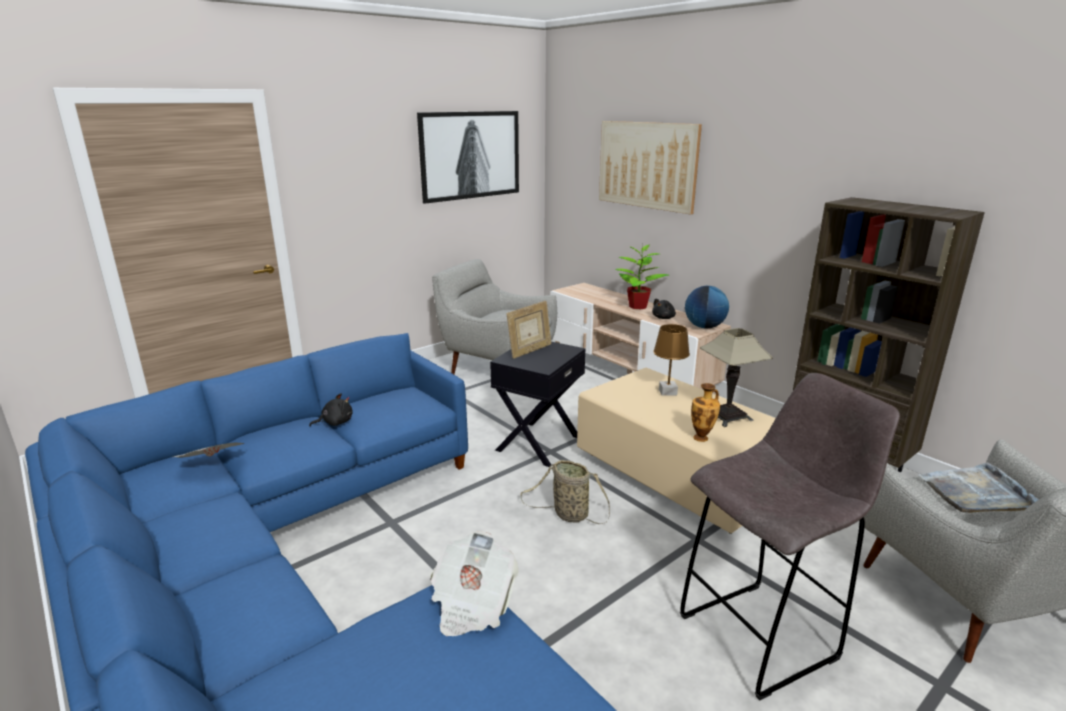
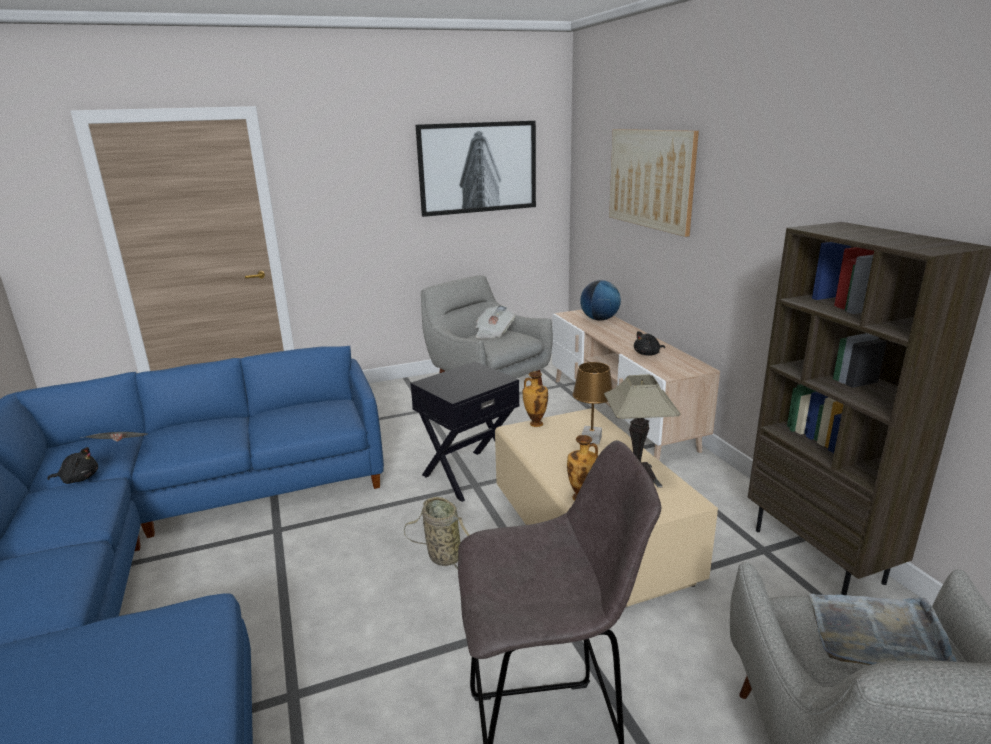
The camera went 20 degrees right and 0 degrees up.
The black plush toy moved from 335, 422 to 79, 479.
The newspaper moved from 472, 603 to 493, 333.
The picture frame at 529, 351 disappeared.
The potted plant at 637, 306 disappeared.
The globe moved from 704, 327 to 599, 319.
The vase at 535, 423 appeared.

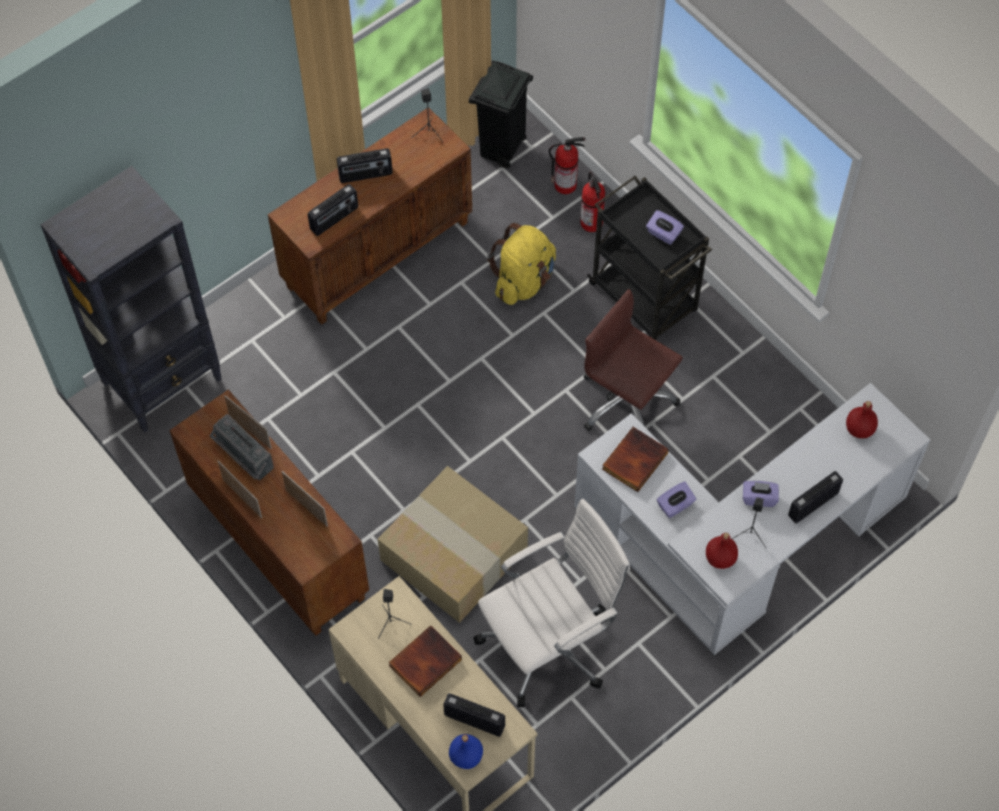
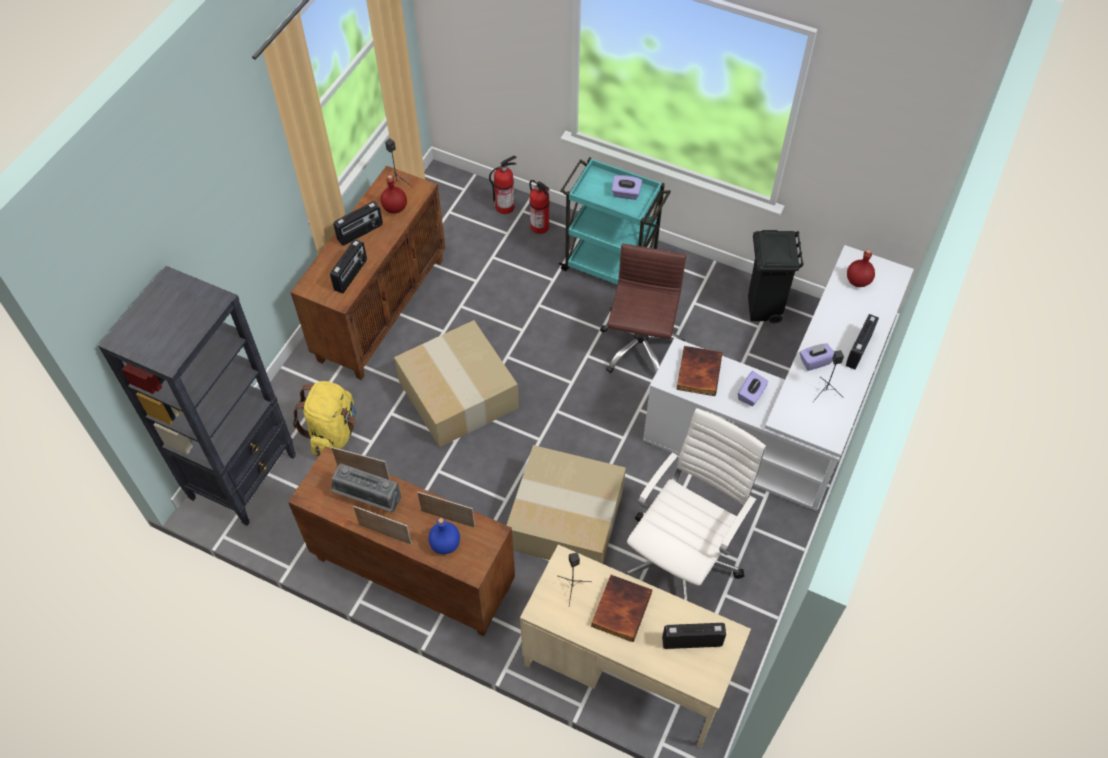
The camera went 25 degrees left and 5 degrees down.
The blue bottle moved from 465, 757 to 445, 544.
The black trash can moved from 501, 150 to 763, 309.
The yellow backpack moved from 524, 280 to 333, 432.
The brown office chair at 626, 403 turned 90 degrees clockwise.
The black cart at 644, 299 became the turquoise cart at 610, 266.
The red bottle moved from 721, 558 to 395, 208.
The cardboard box at 456, 394 appeared.

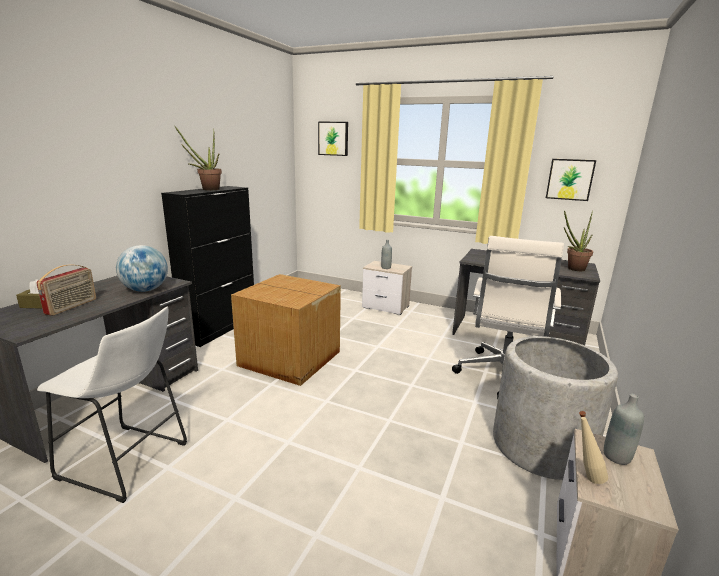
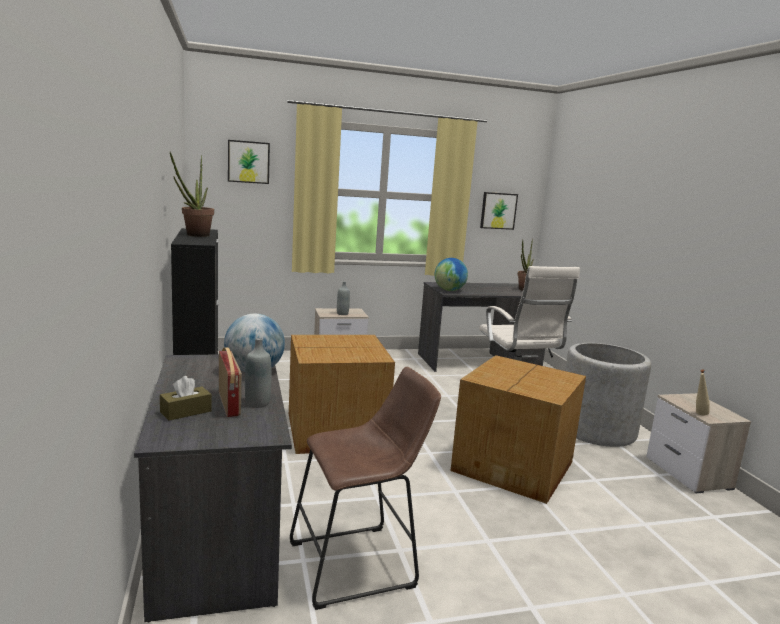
The camera went 40 degrees left and 5 degrees down.
The white stool at 128, 462 became the brown stool at 359, 564.
The grey bottle moved from 616, 456 to 257, 403.
The globe at 449, 290 appeared.
The cardboard box at 515, 466 appeared.

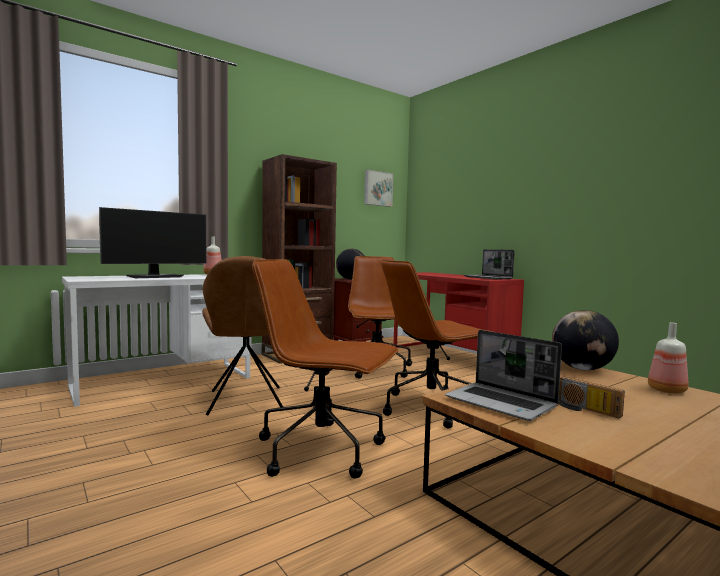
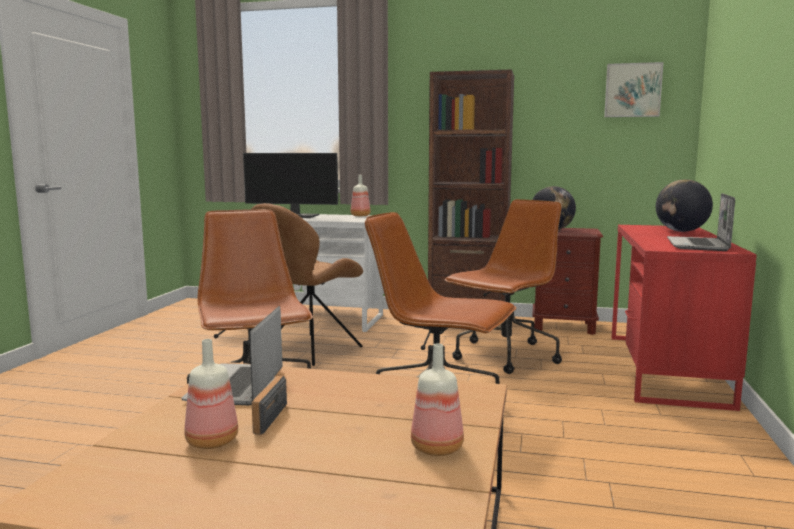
The camera went 50 degrees right and 5 degrees up.
The globe moved from 582, 369 to 681, 231.
The bottle at 213, 442 appeared.

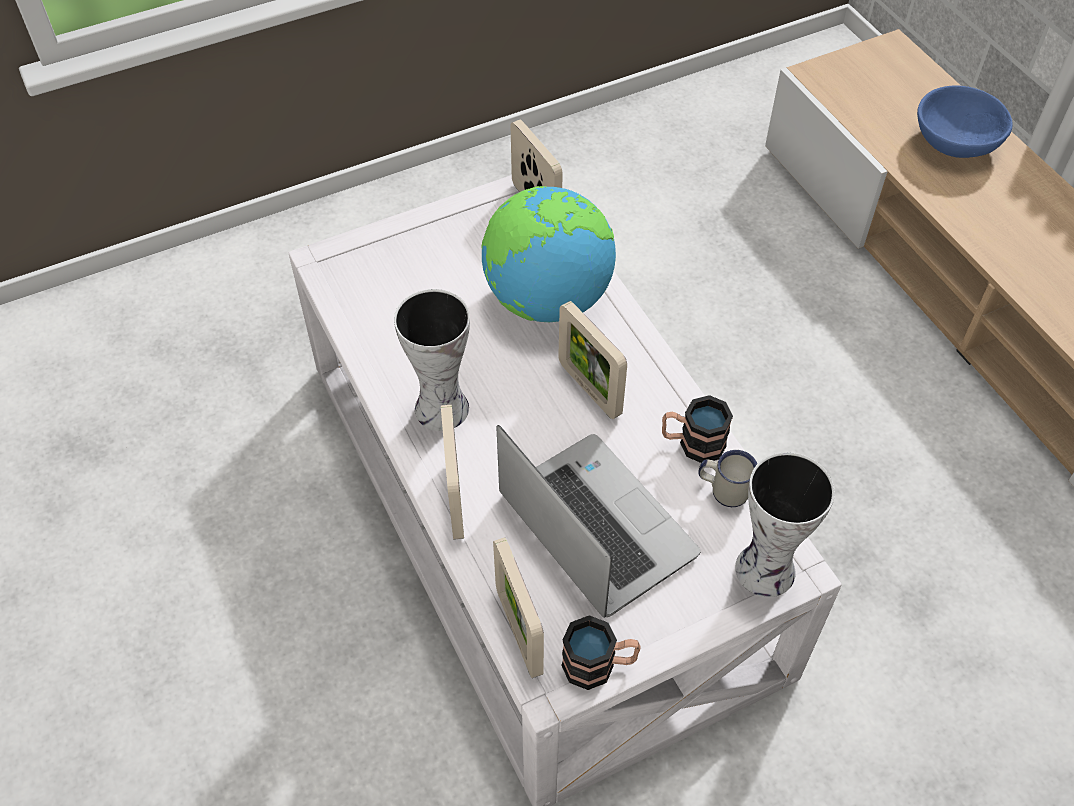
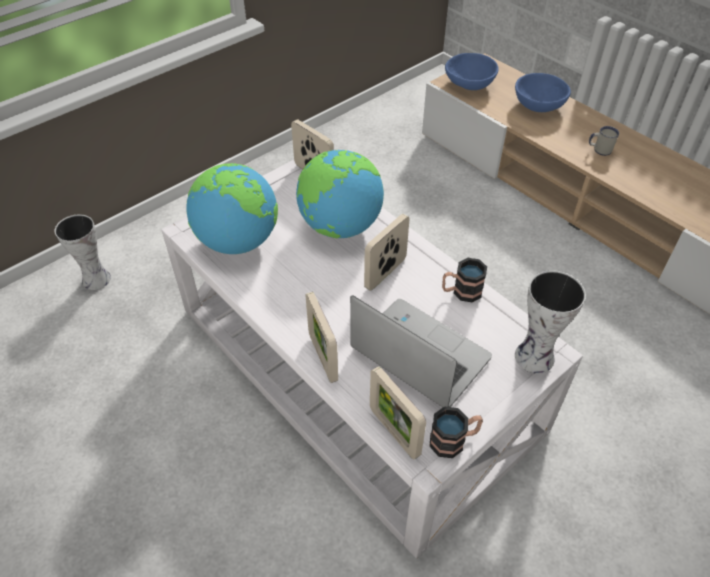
The camera went 15 degrees left and 5 degrees down.
The vase moved from 439, 407 to 95, 279.
The picture frame at 589, 389 turned 90 degrees clockwise.
The white mug moved from 723, 490 to 599, 150.
The globe at 238, 241 appeared.
The blue bowl at 468, 84 appeared.

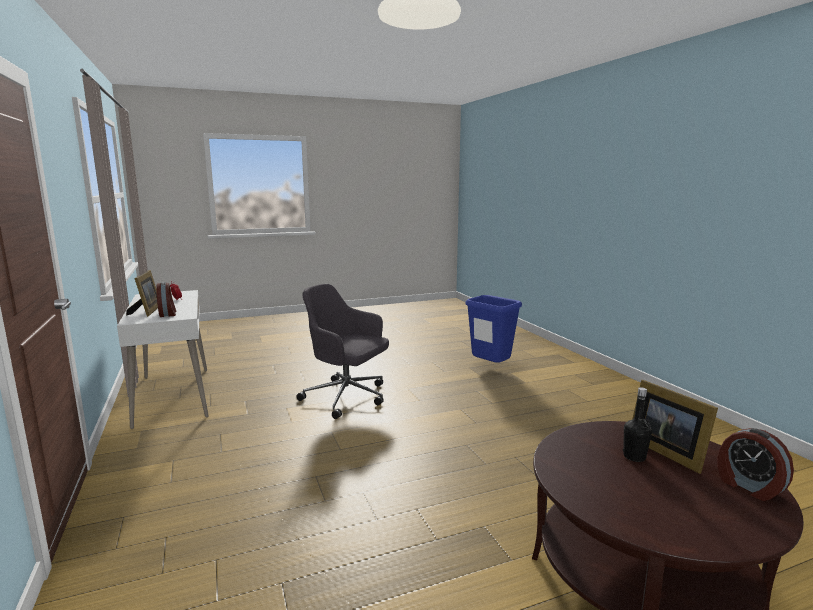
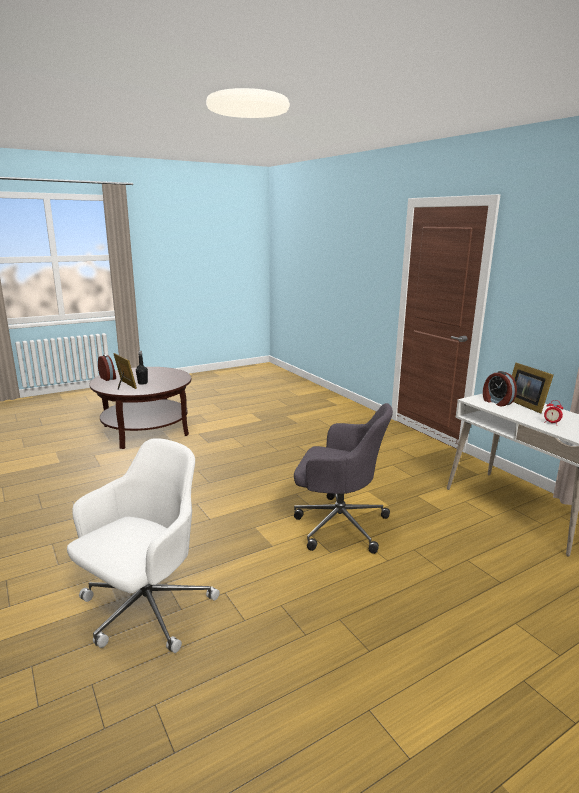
The camera went 170 degrees right and 5 degrees up.
The blue trash can at 490, 368 was replaced by the white office chair at 145, 610.

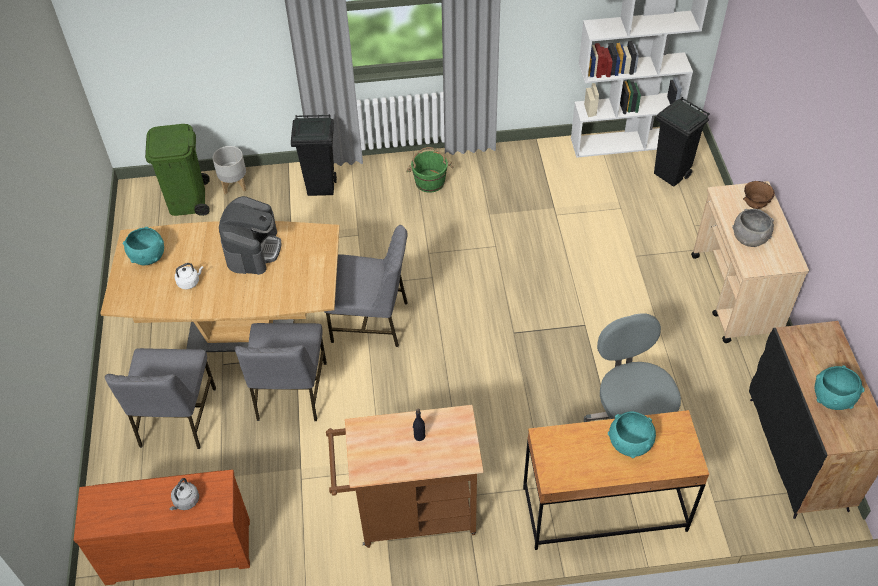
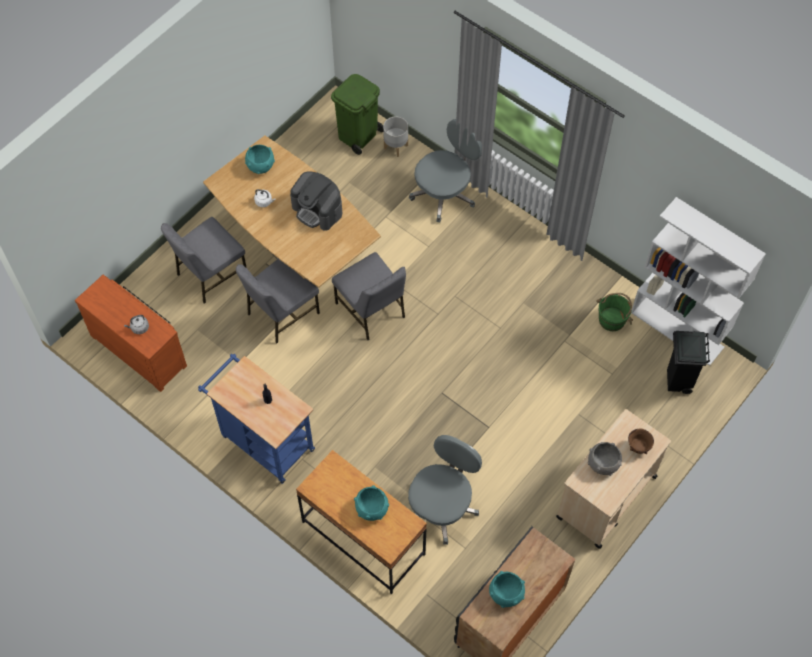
The camera went 45 degrees right and 10 degrees up.
The coffee machine at 253, 249 turned 75 degrees clockwise.
The black trash can at 321, 187 was replaced by the grey office chair at 444, 193.
The brown cart at 409, 514 became the blue cart at 263, 440.
The green bucket moved from 430, 181 to 612, 319.

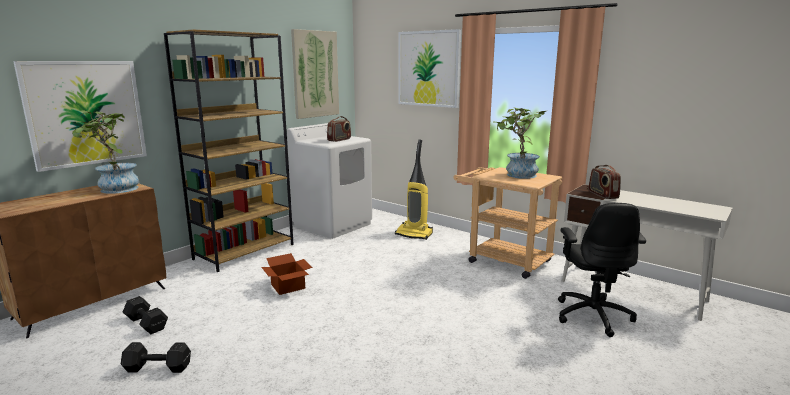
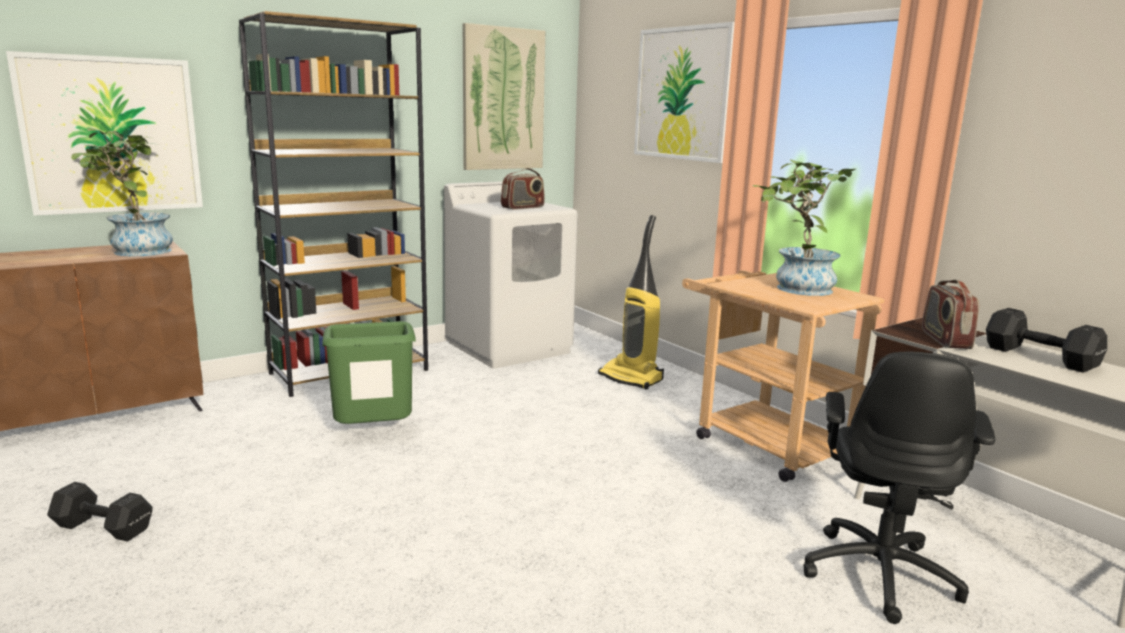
The camera went 15 degrees right and 0 degrees up.
The black dumbbell moved from 146, 323 to 1038, 357.
The cardboard box at 287, 287 was replaced by the green trash can at 373, 434.

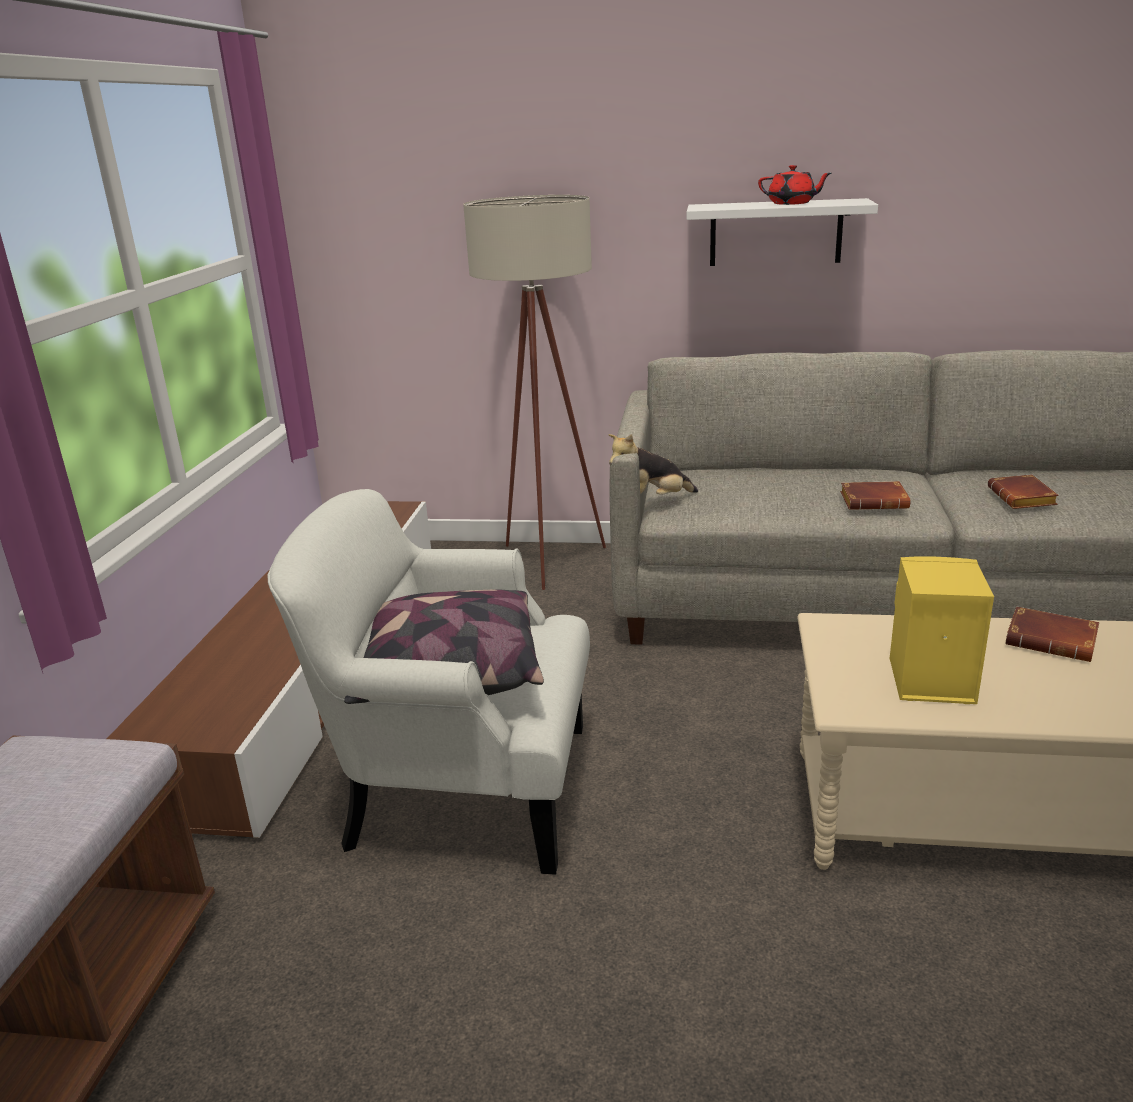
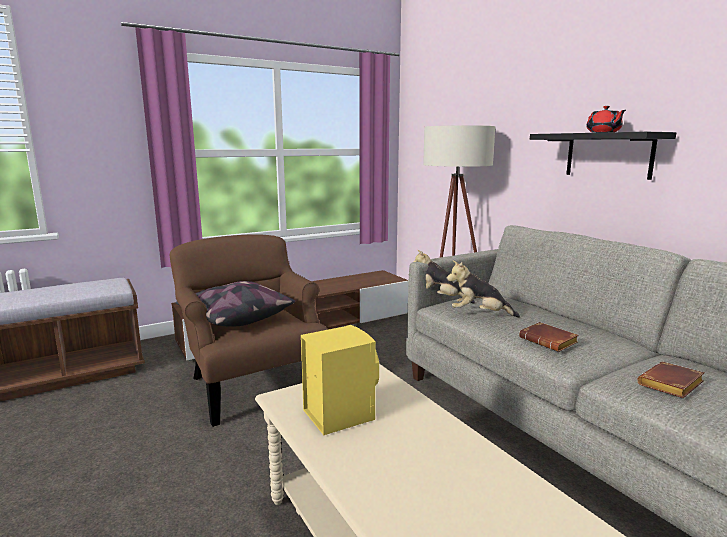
The camera went 50 degrees right and 10 degrees down.
The white armchair at 461, 788 became the brown armchair at 253, 384.
The white shelf at 775, 233 became the black shelf at 608, 155.
The brown book at 1053, 641 disappeared.
The plush toy at 479, 314 appeared.

